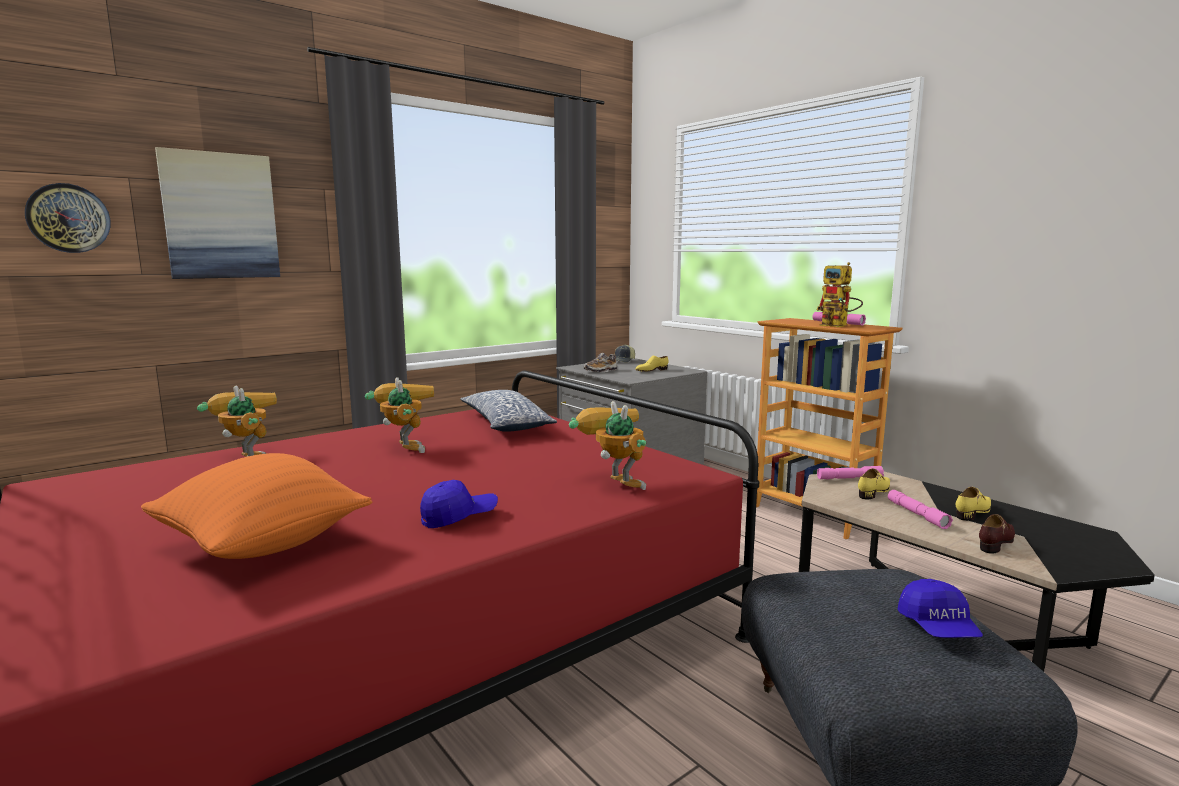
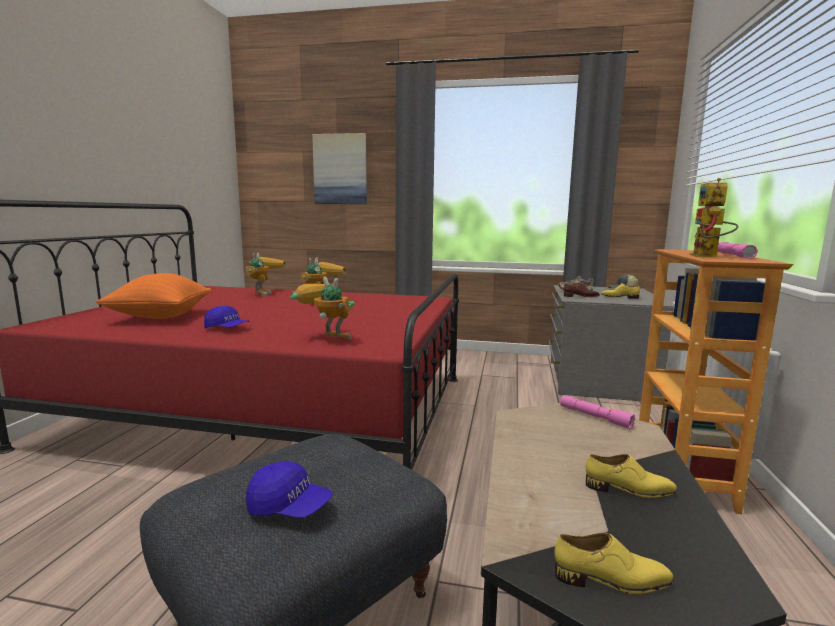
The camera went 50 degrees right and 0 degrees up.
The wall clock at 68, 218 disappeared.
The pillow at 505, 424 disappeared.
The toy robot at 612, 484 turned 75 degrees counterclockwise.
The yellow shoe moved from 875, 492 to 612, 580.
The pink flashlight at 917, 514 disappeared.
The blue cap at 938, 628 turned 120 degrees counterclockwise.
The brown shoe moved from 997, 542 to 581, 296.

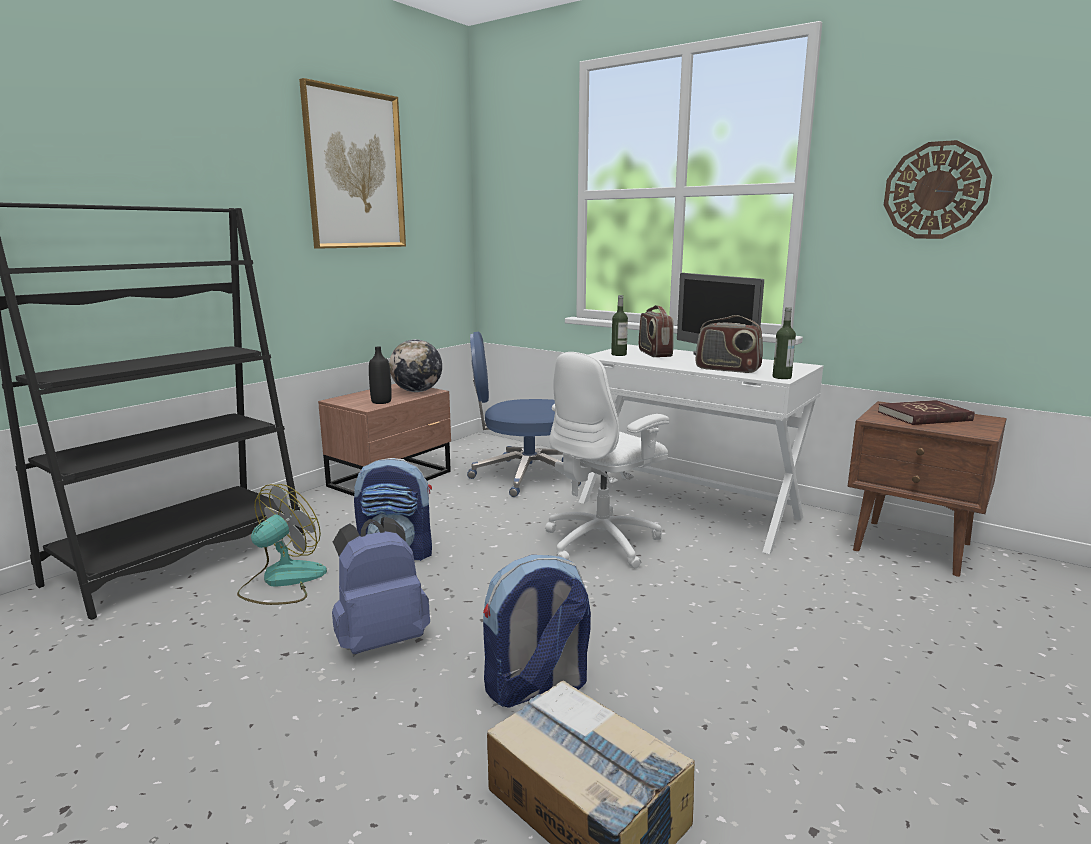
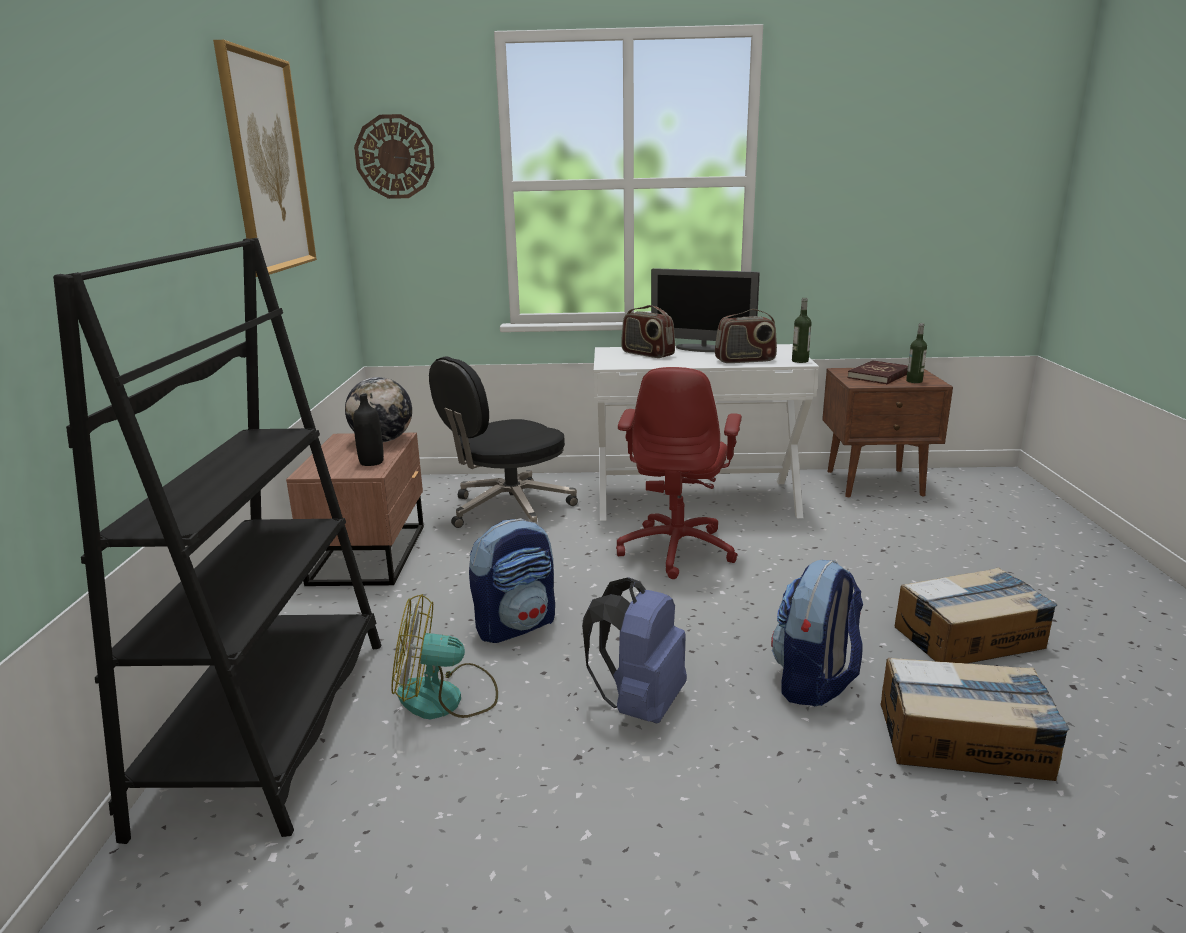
The camera went 35 degrees left and 5 degrees up.
The fan at 282, 581 turned 90 degrees counterclockwise.
The blue office chair at 524, 476 became the black office chair at 508, 509.
The white office chair at 603, 542 became the red office chair at 677, 550.
The bottle moved from 619, 354 to 914, 381.
The wall clock moved from 935, 190 to 394, 157.
The cardboard box at 970, 637 appeared.

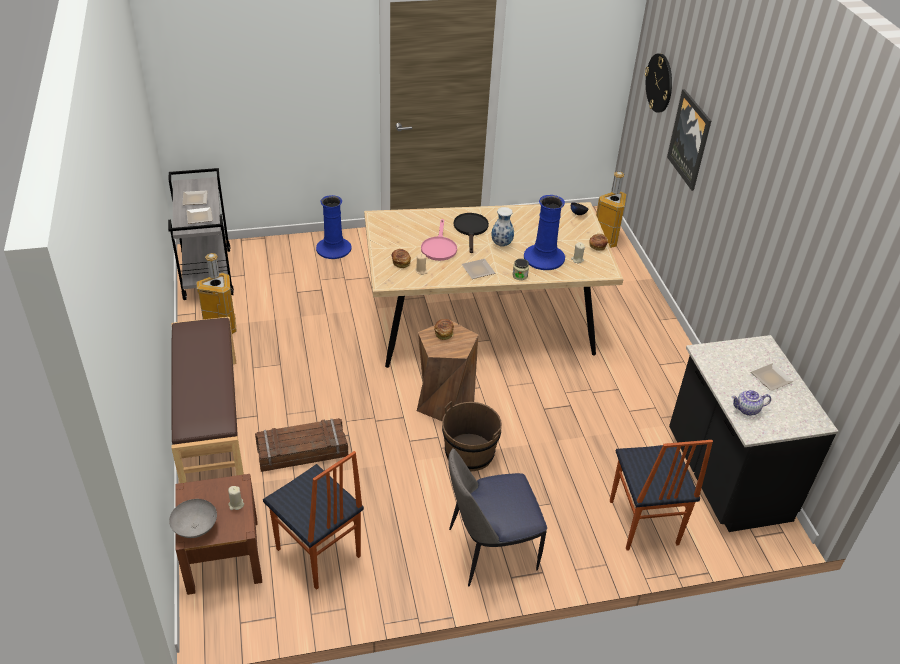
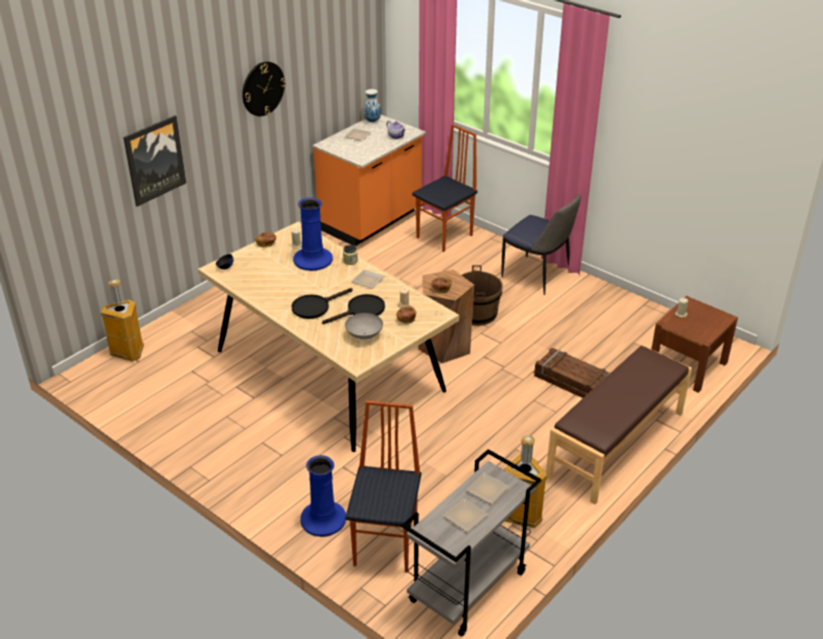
The camera went 125 degrees left and 5 degrees down.
The grey bowl moved from 195, 528 to 364, 335.
The chair moved from 317, 554 to 387, 545.
The pink frying pan at 439, 247 became the black frying pan at 361, 311.
The vase moved from 502, 244 to 372, 121.
The wall clock moved from 659, 83 to 263, 88.
The black counter at 725, 478 became the orange counter at 372, 222.

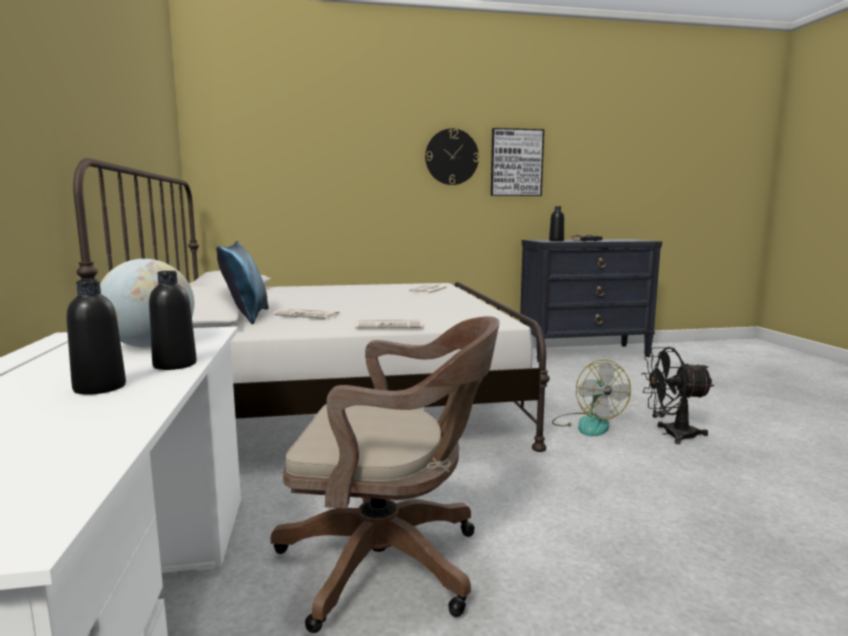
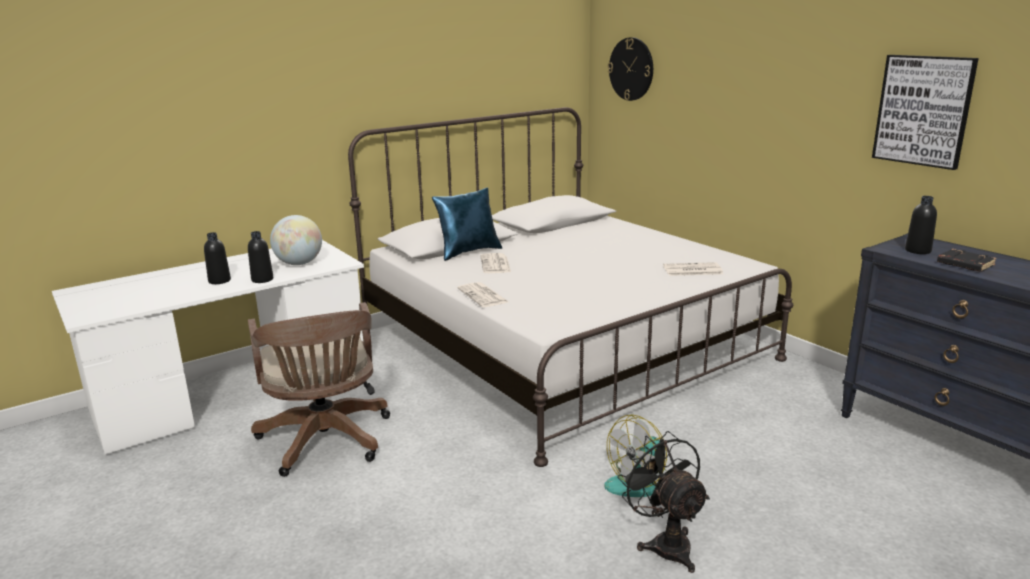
The camera went 65 degrees right and 10 degrees up.
The wall clock moved from 451, 157 to 631, 69.

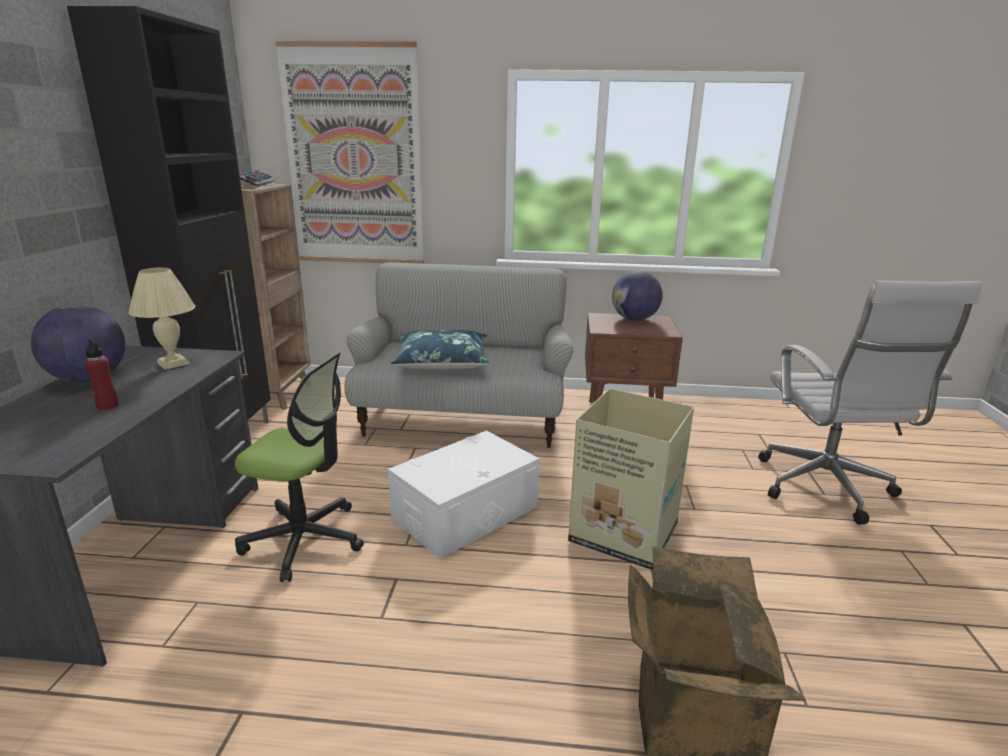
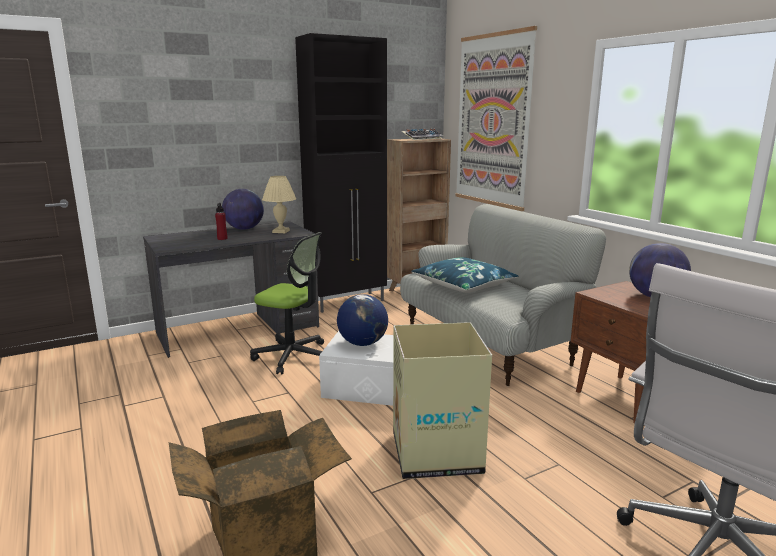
The camera went 55 degrees right and 5 degrees down.
The office chair at 305, 539 turned 45 degrees counterclockwise.
The globe at 362, 343 appeared.

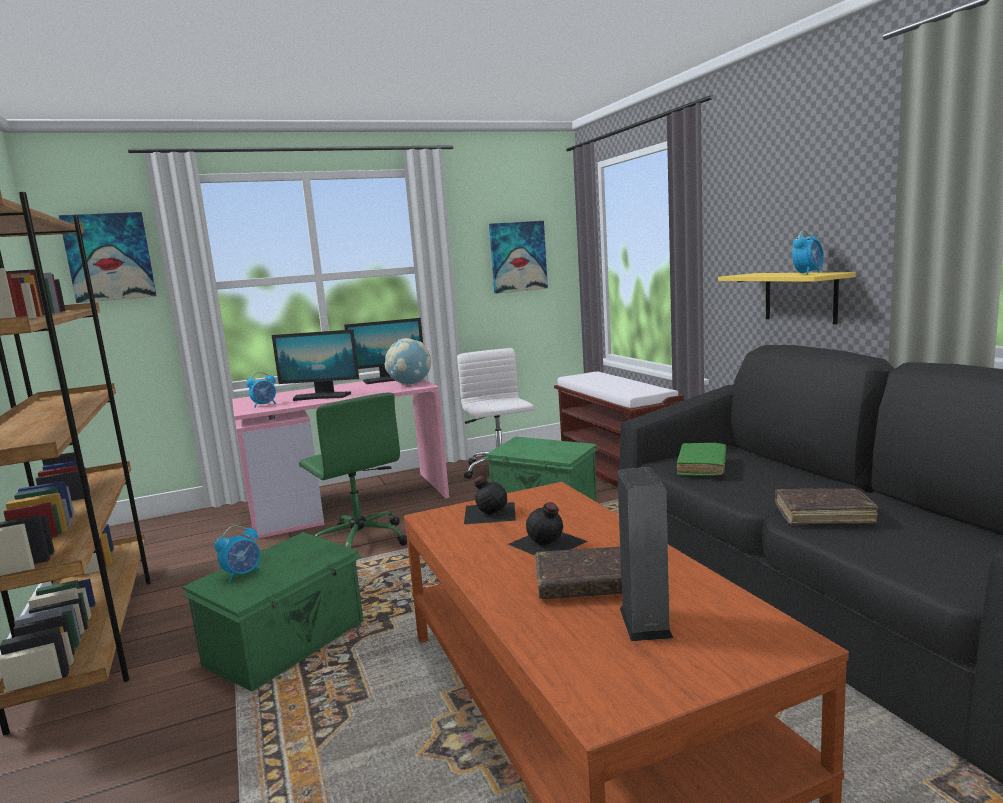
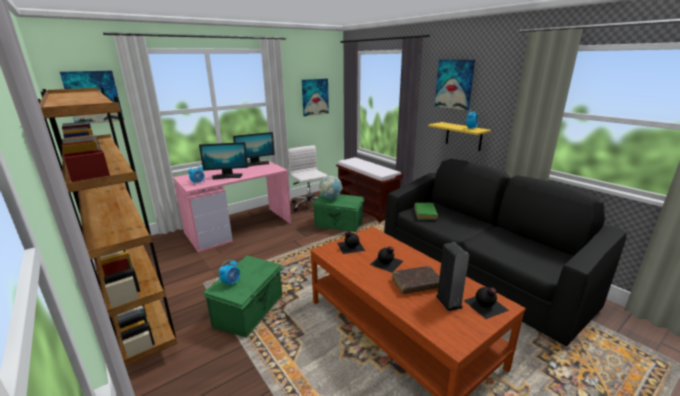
The camera went 15 degrees left and 10 degrees up.
The green office chair at 359, 542 disappeared.
The globe moved from 410, 384 to 330, 198.
The brown book at 823, 515 disappeared.
The picture at 454, 84 appeared.
The black bottle at 485, 305 appeared.

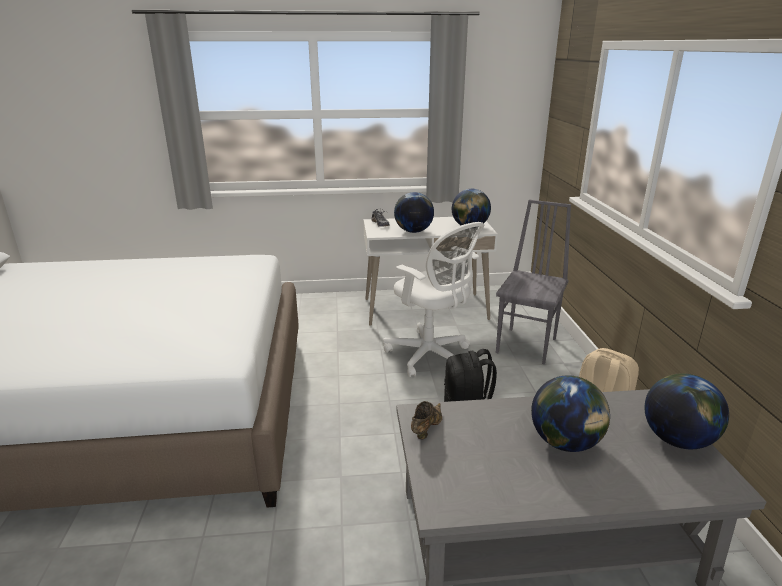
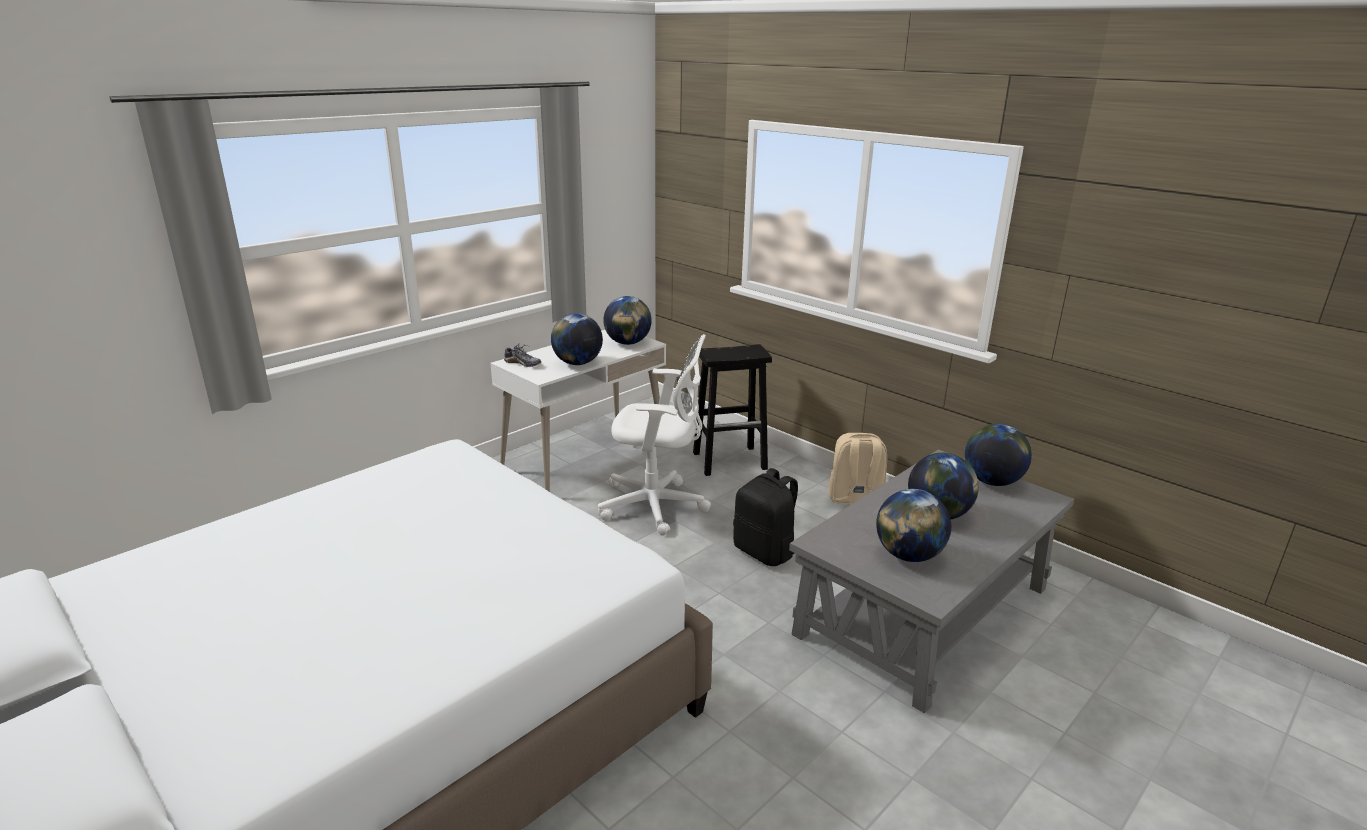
The camera went 40 degrees left and 0 degrees up.
The brown shoe at 426, 428 disappeared.
The grey chair at 527, 345 was replaced by the black stool at 730, 460.
The globe at 908, 555 appeared.

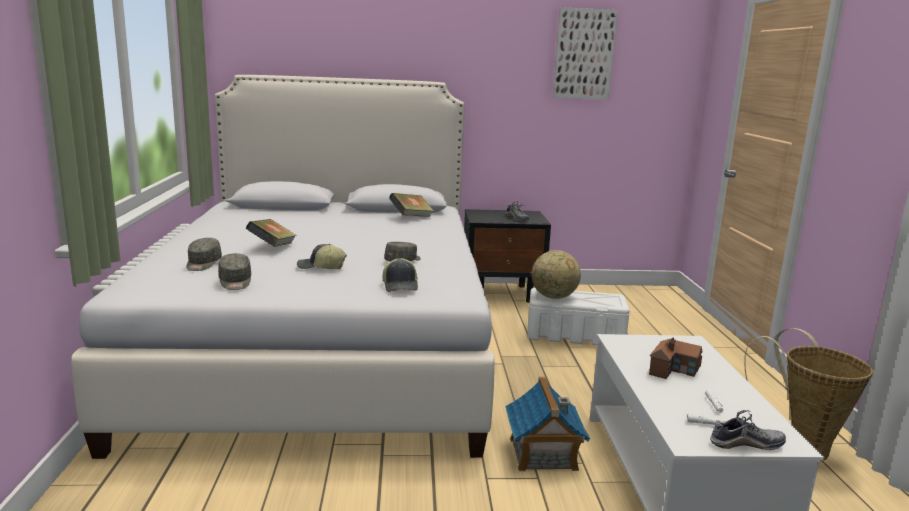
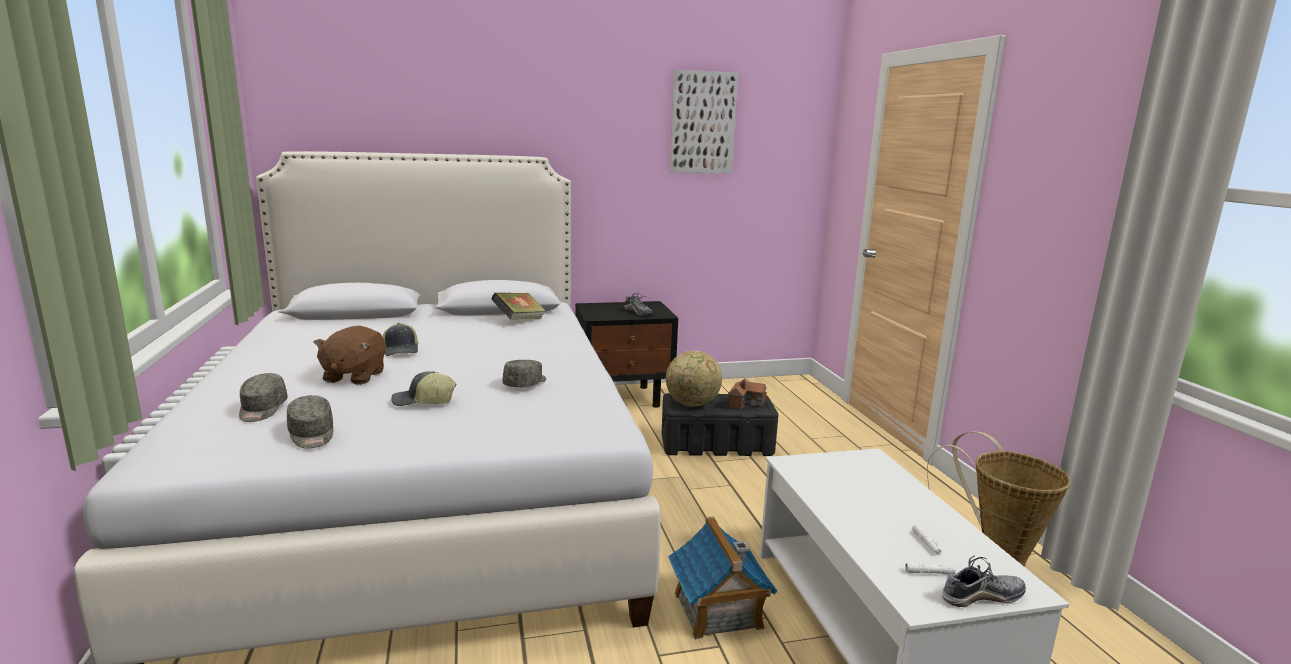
The camera went 10 degrees left and 0 degrees up.
The book at 272, 248 was replaced by the brown plush toy at 353, 376.
The cap moved from 401, 286 to 401, 350.
The white storage box at 575, 335 became the black storage box at 717, 444.
The toy house moved from 674, 369 to 746, 403.

